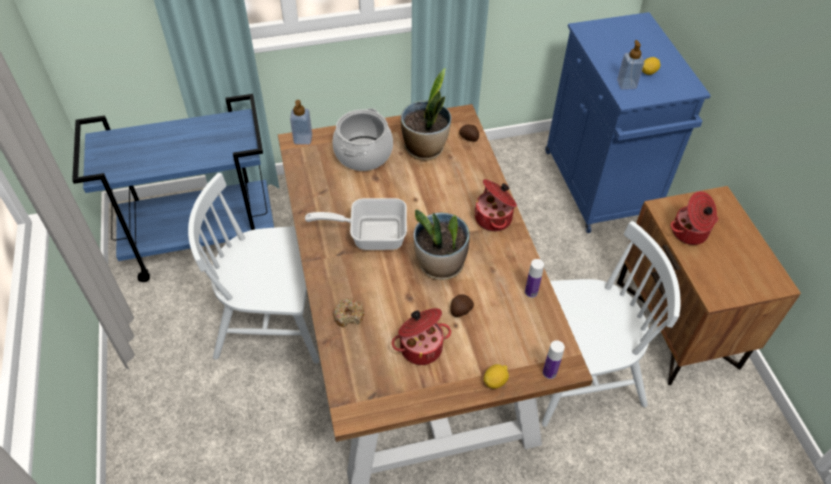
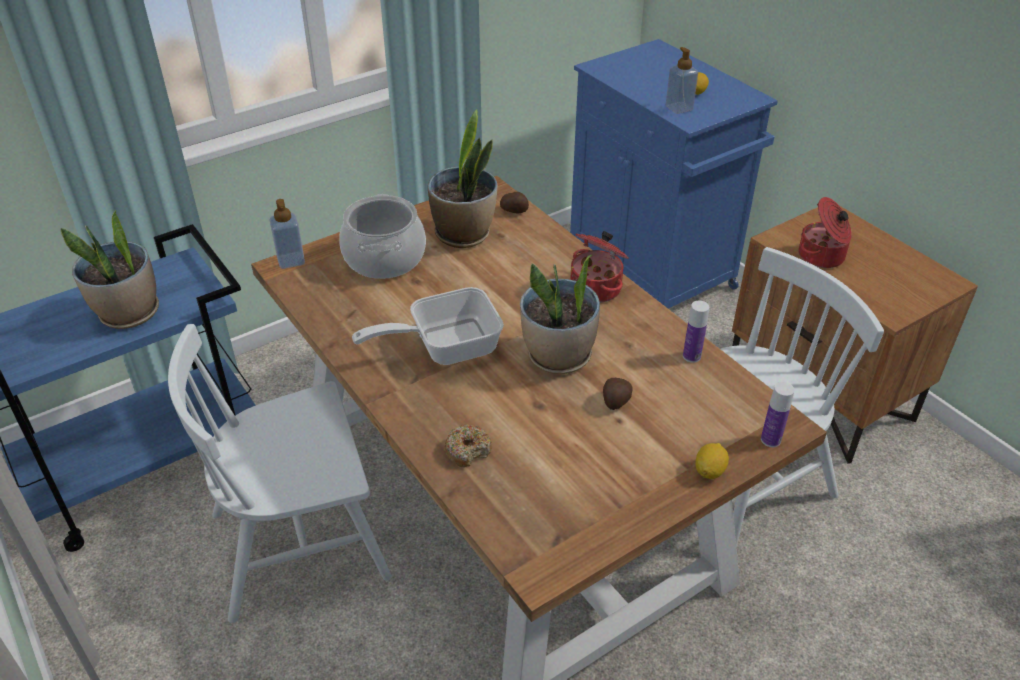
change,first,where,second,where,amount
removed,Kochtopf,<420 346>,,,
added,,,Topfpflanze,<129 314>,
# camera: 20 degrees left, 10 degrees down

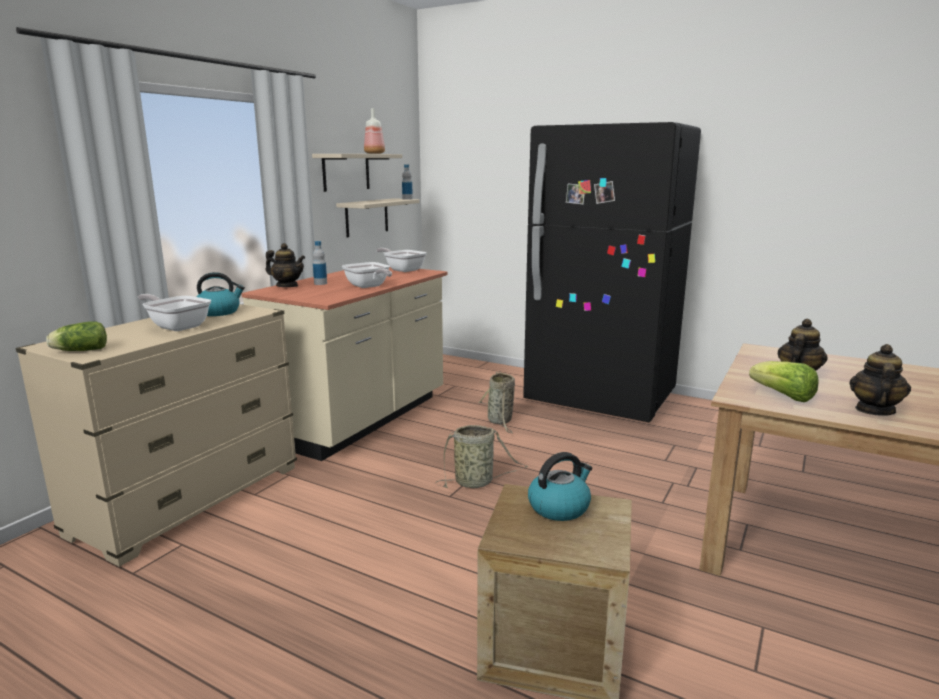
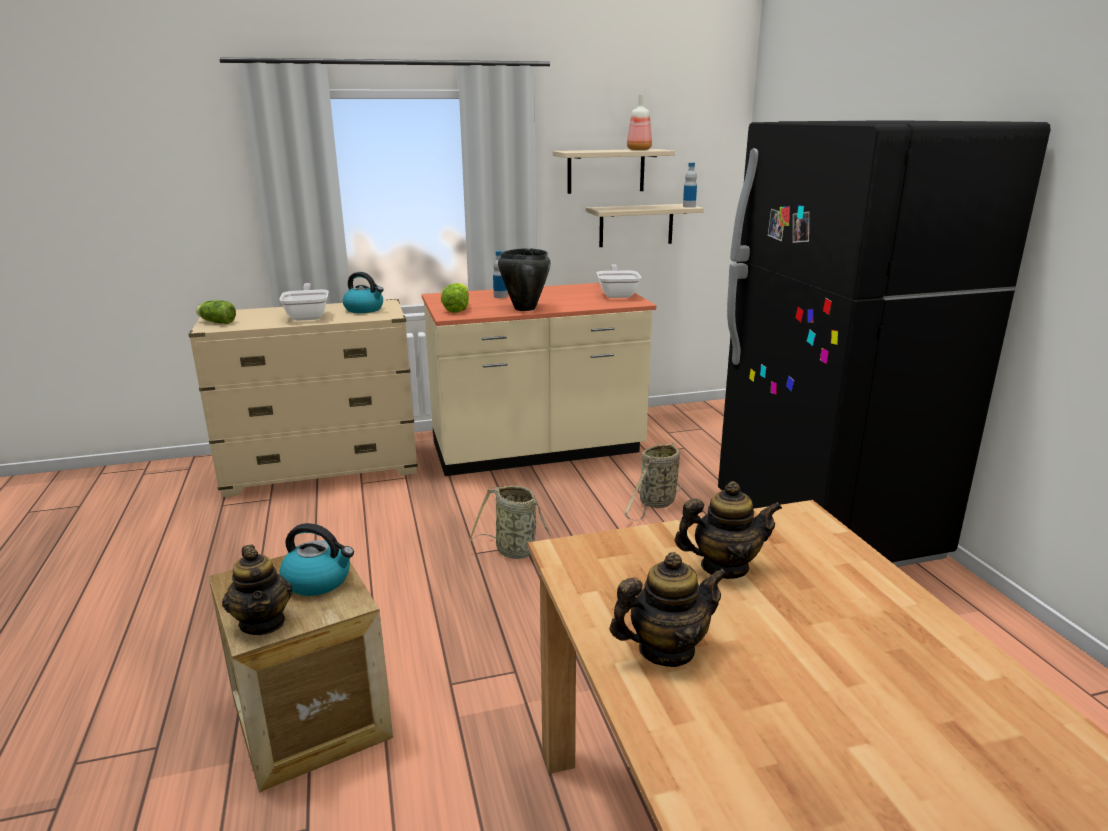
change,first,where,second,where,amount
moved,Teekanne,<287 286>,,<263 622>,
replaced,Pfanne,<368 287>,Kochtopf/schwarz,<524 308>,
moved,Salatkopf,<783 396>,,<457 309>,
# camera: 45 degrees right, 5 degrees up

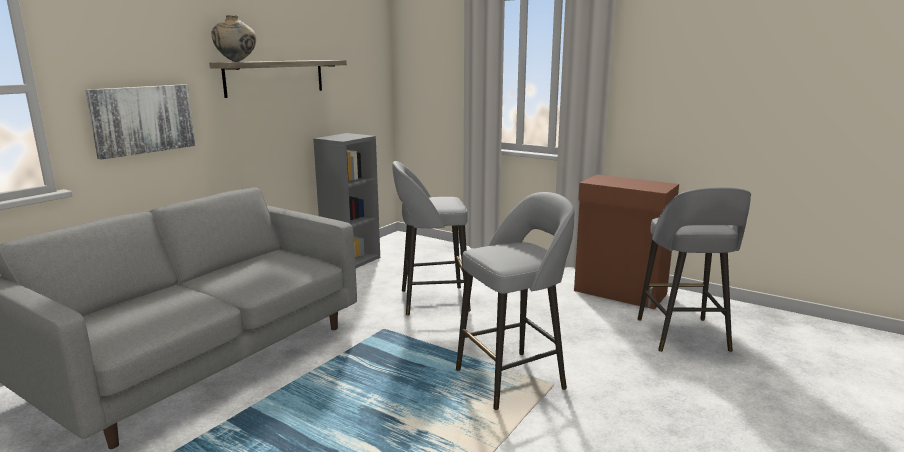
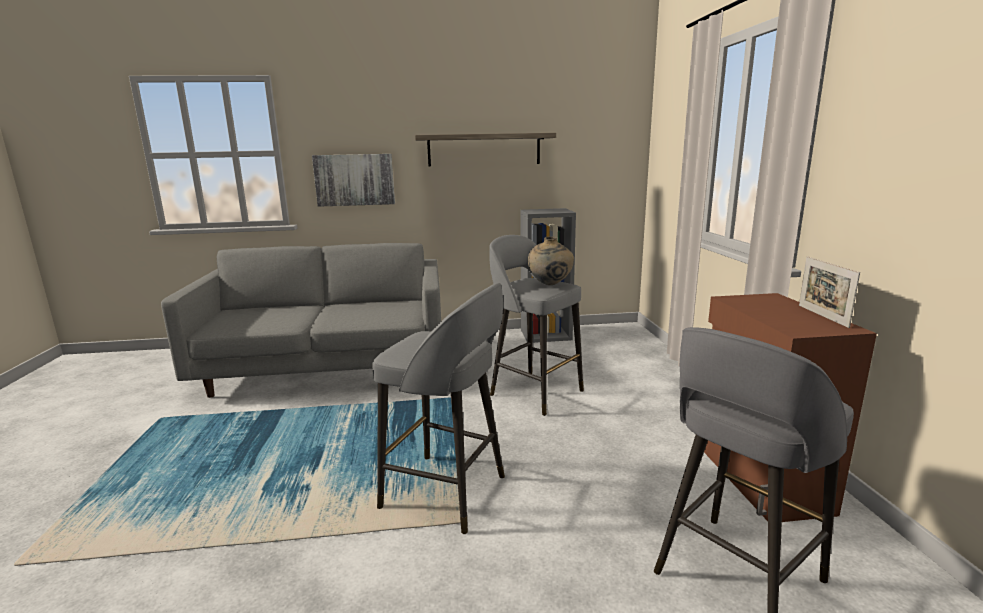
change,first,where,second,where,amount
moved,Vase/beige,<236 61>,,<550 285>,
added,,,Bilderrahmen,<822 316>,
# camera: 50 degrees right, 0 degrees up

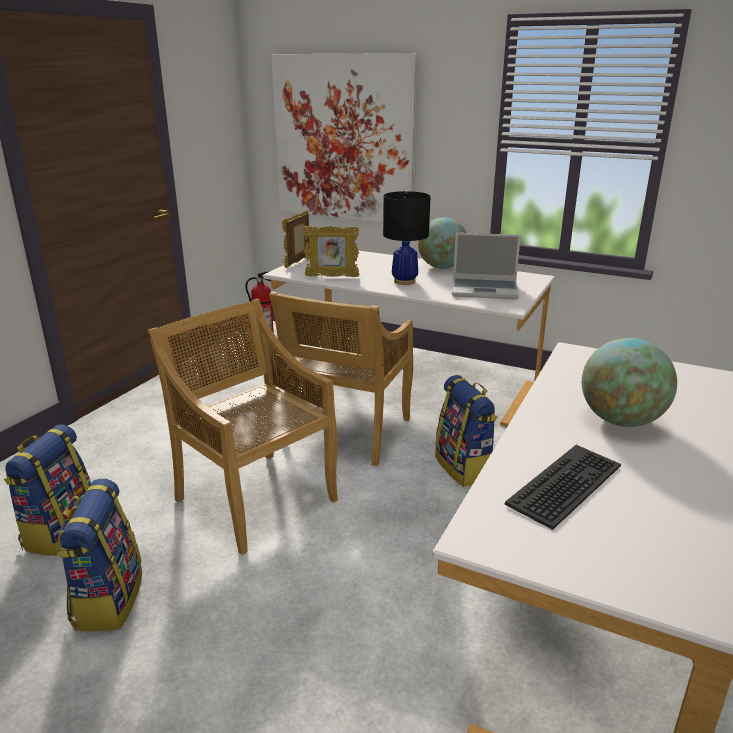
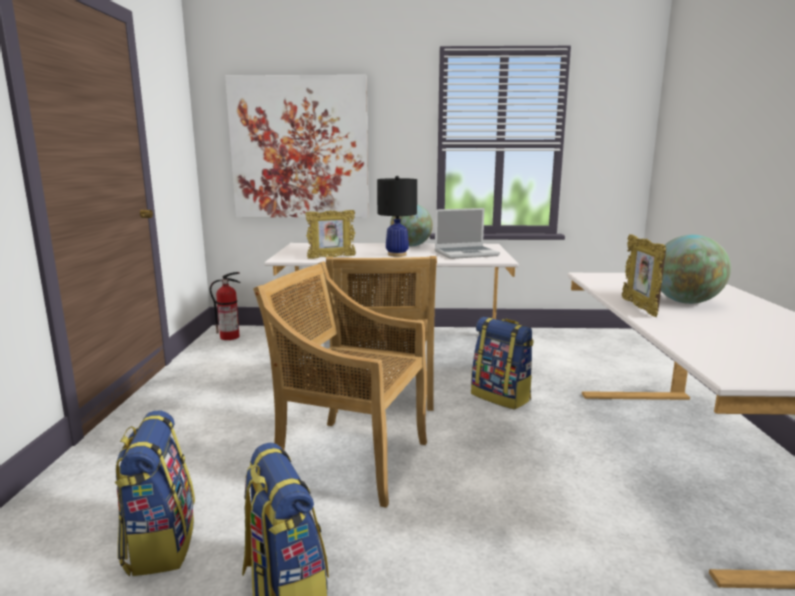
change,first,where,second,where,amount
moved,Bilderrahmen,<298 262>,,<639 308>,
removed,Tastatur,<566 486>,,,
# camera: 25 degrees left, 10 degrees down

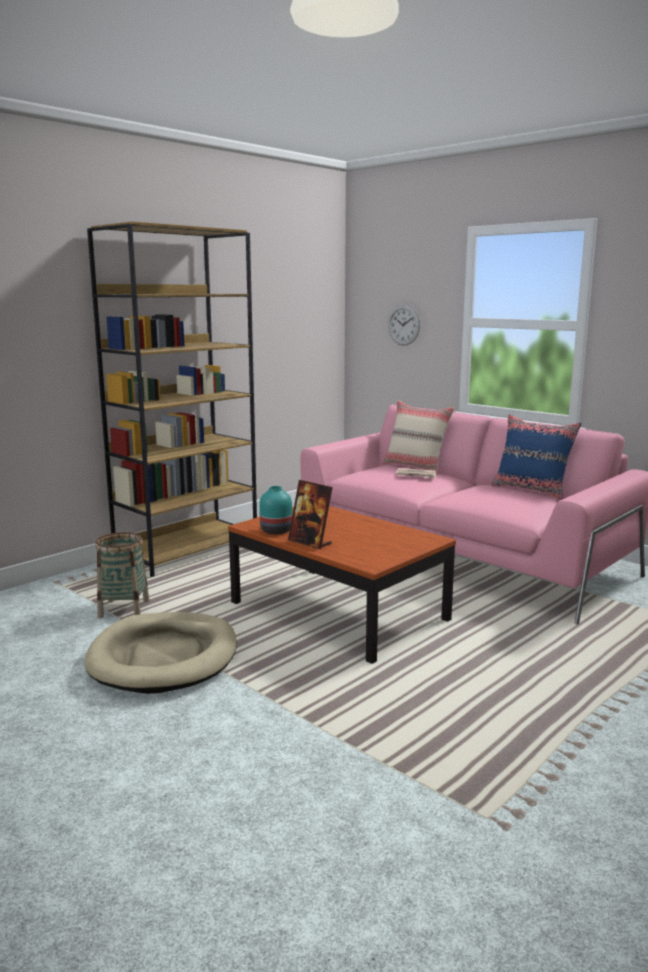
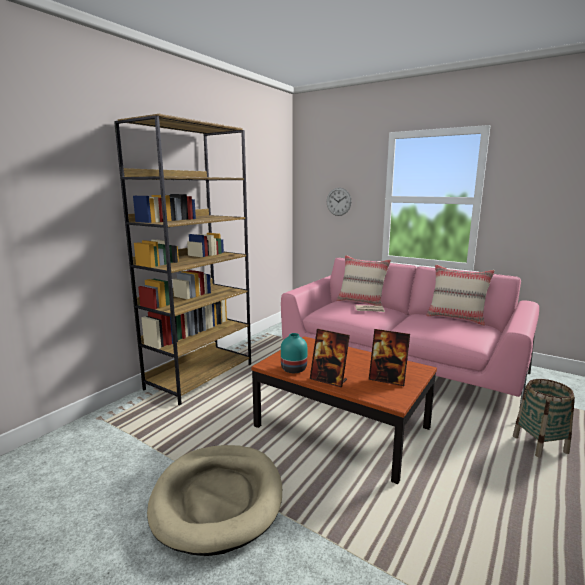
change,first,where,second,where,amount
moved,Korb,<124 609>,,<540 444>,
recoloured,Kissen/blau,<532 490>,Kissen/beige,<456 318>,
added,,,Bilderrahmen,<387 379>,
# camera: 10 degrees left, 0 degrees up

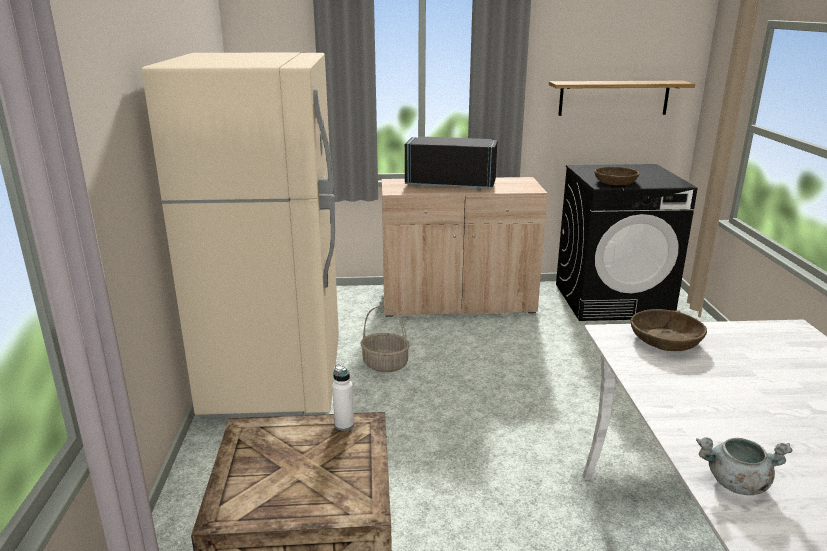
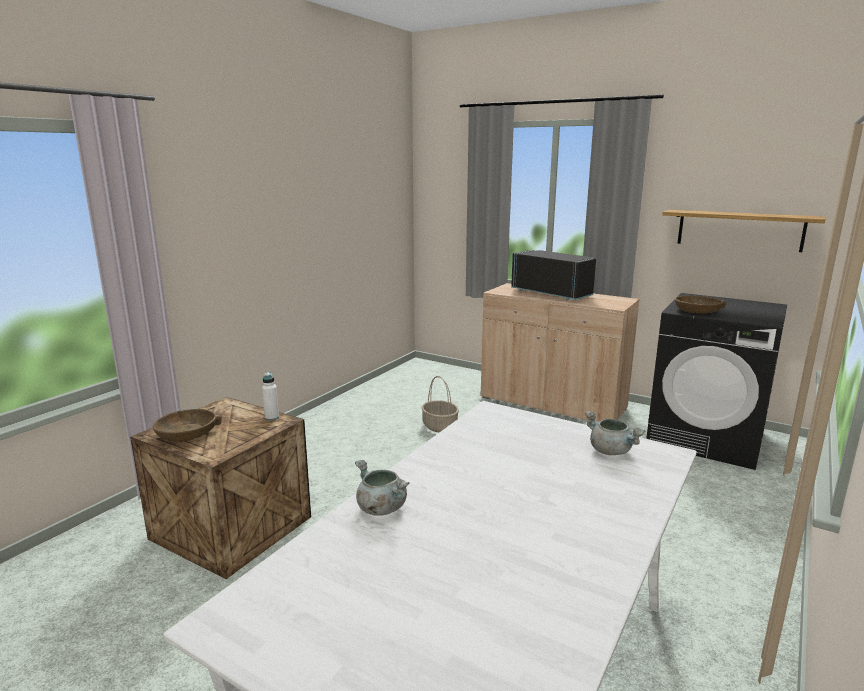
change,first,where,second,where,amount
removed,Kühlschrank/beige,<275 378>,,,
moved,Schüssel/braun,<665 340>,,<187 433>,
added,,,Kochtopf/grau,<611 451>,
# camera: 35 degrees right, 5 degrees down

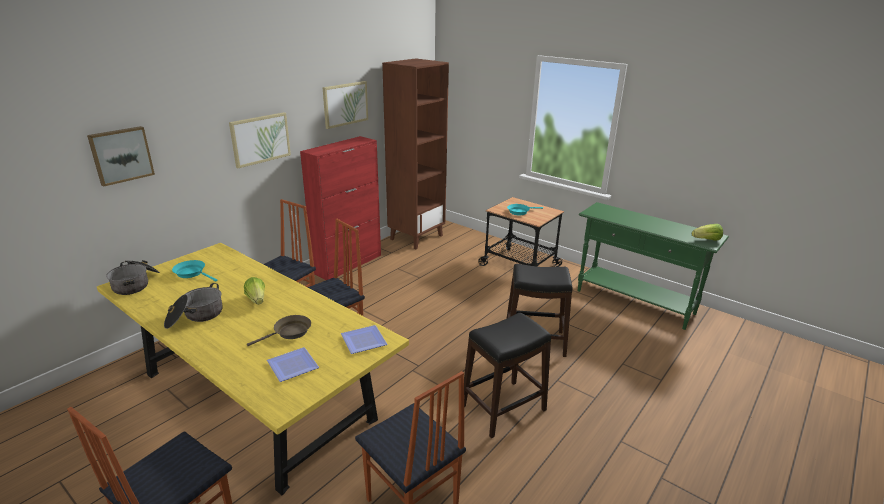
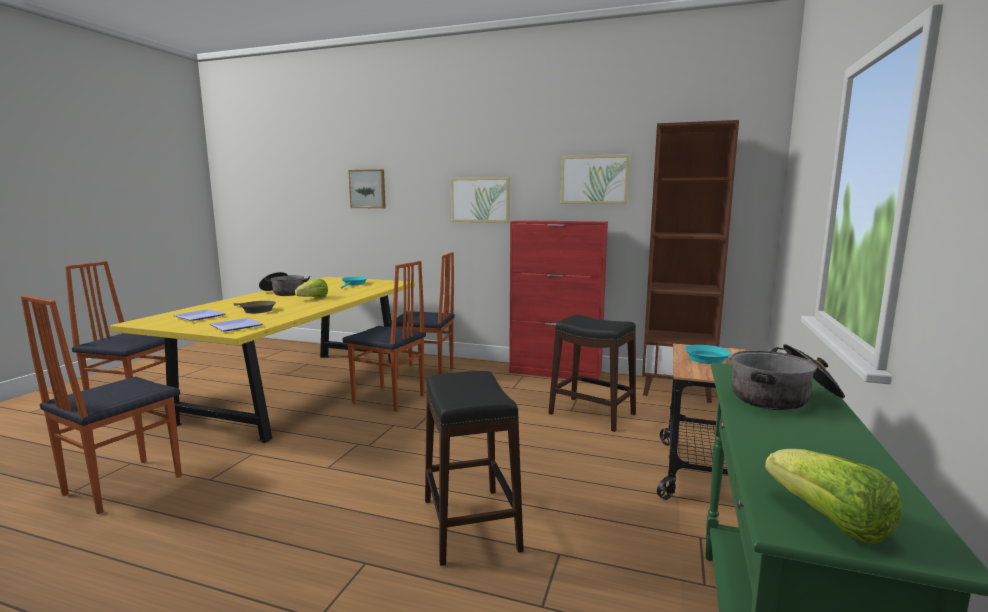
change,first,where,second,where,amount
moved,Kochtopf,<136 284>,,<783 398>,
moved,Hocker/schwarz,<502 408>,,<592 413>,
# camera: 70 degrees right, 15 degrees down

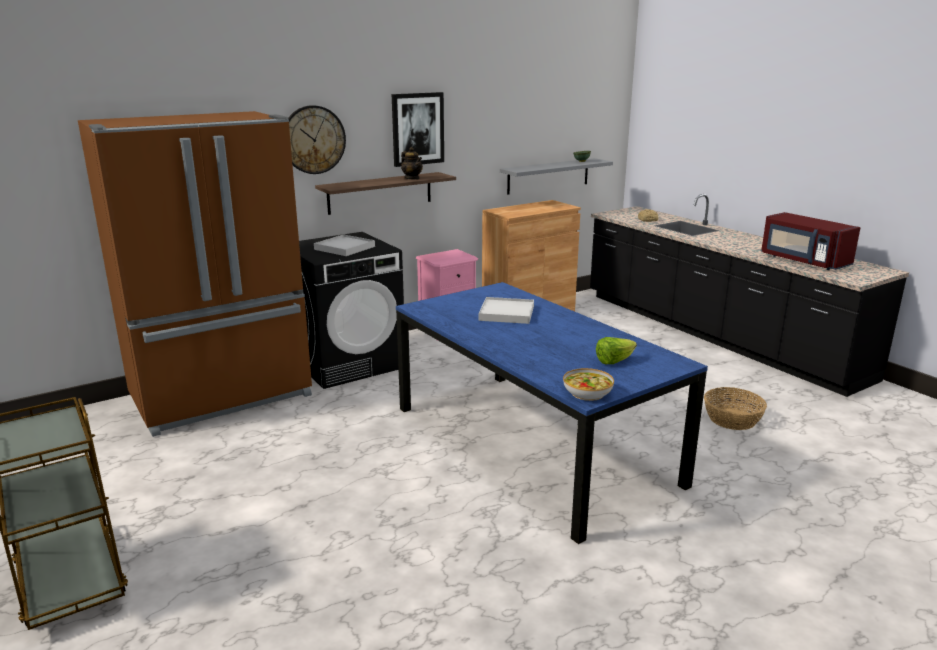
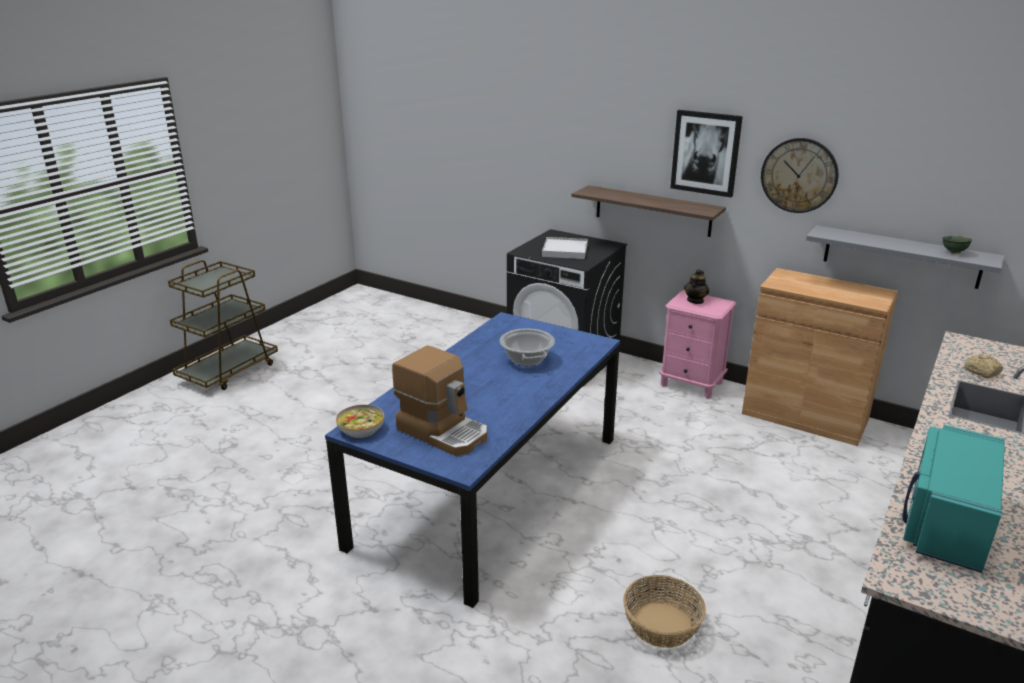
change,first,where,second,where,amount
removed,Kühlschrank/braun,<223 397>,,,
moved,Wanduhr,<313 140>,,<799 175>,
moved,Teekanne,<412 178>,,<695 300>,
replaced,Tablett/weiß,<507 313>,Kochtopf,<527 359>,
replaced,Salatkopf,<614 361>,Kaffeemaschine,<443 431>,
recoloured,Mikrowelle/rot,<803 261>,Mikrowelle/türkis,<945 523>,
# camera: 65 degrees right, 5 degrees up

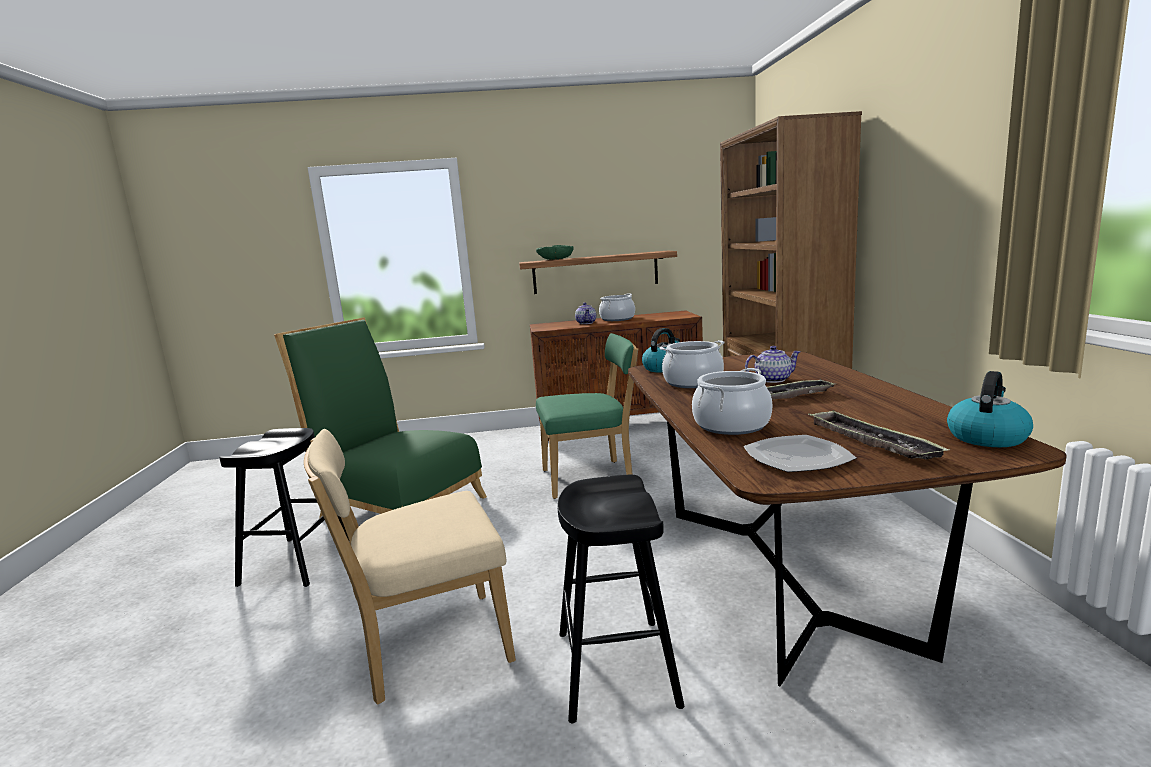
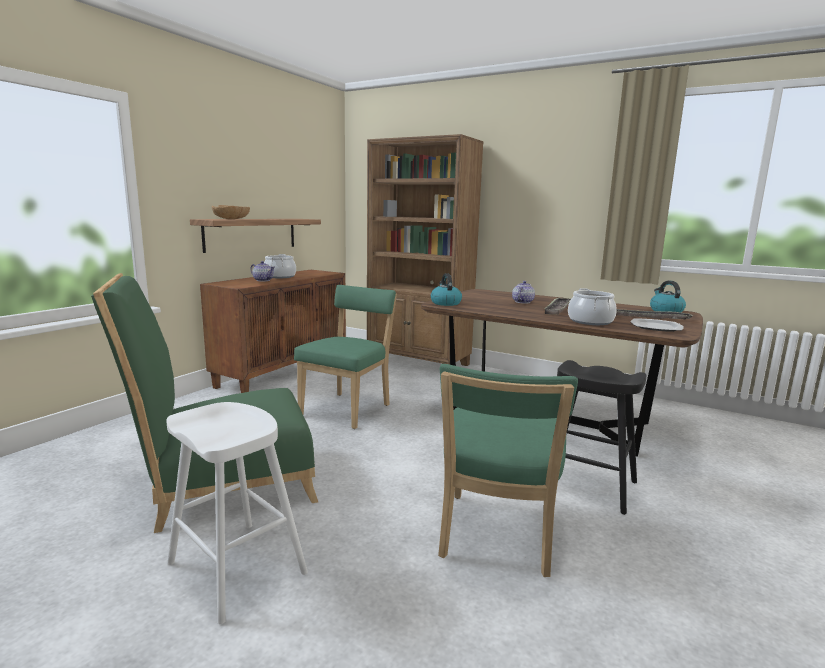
change,first,where,second,where,amount
recoloured,Hocker/schwarz,<297 561>,Hocker/weiß,<236 568>,
recoloured,Stuhl/beige,<427 647>,Stuhl/grün,<496 537>,
recoloured,Schüssel/grün,<556 259>,Schüssel/braun,<231 219>,
removed,Kochtopf,<692 382>,,,
# camera: 55 degrees left, 0 degrees up

